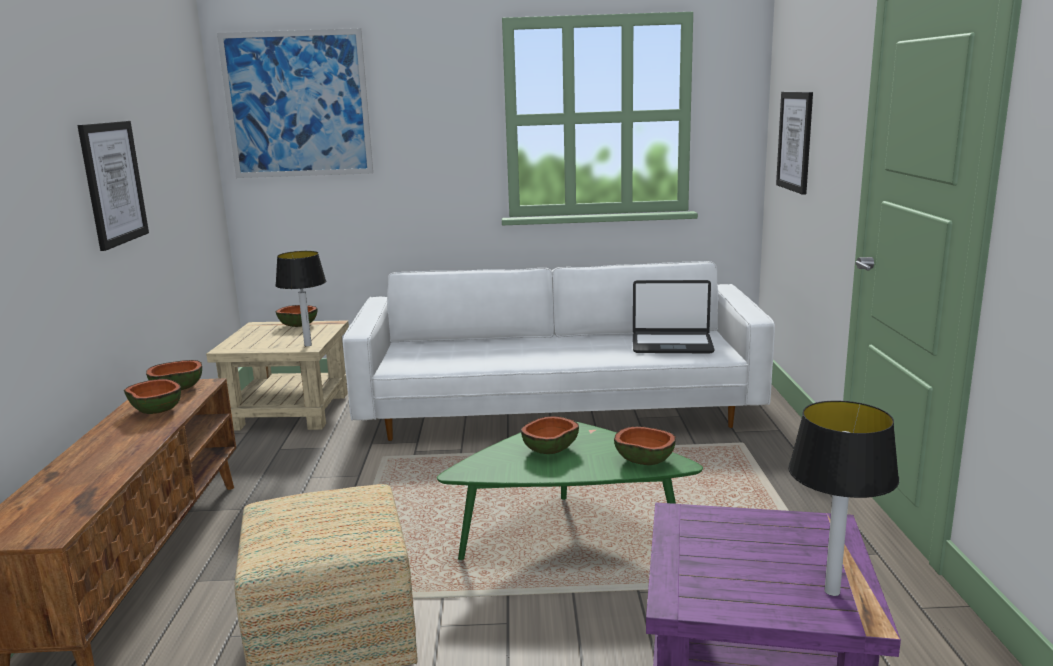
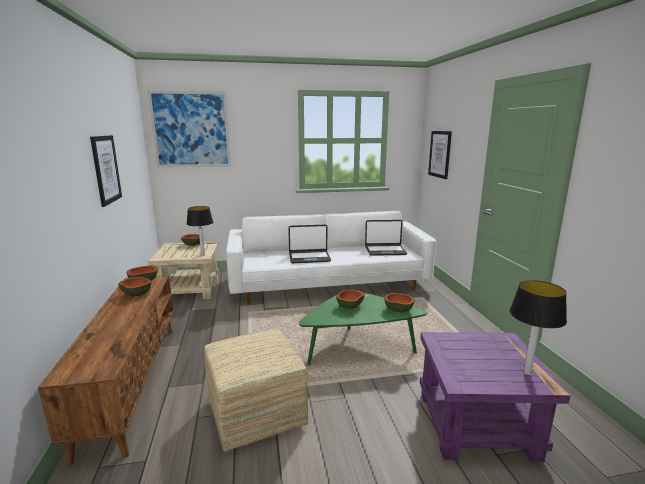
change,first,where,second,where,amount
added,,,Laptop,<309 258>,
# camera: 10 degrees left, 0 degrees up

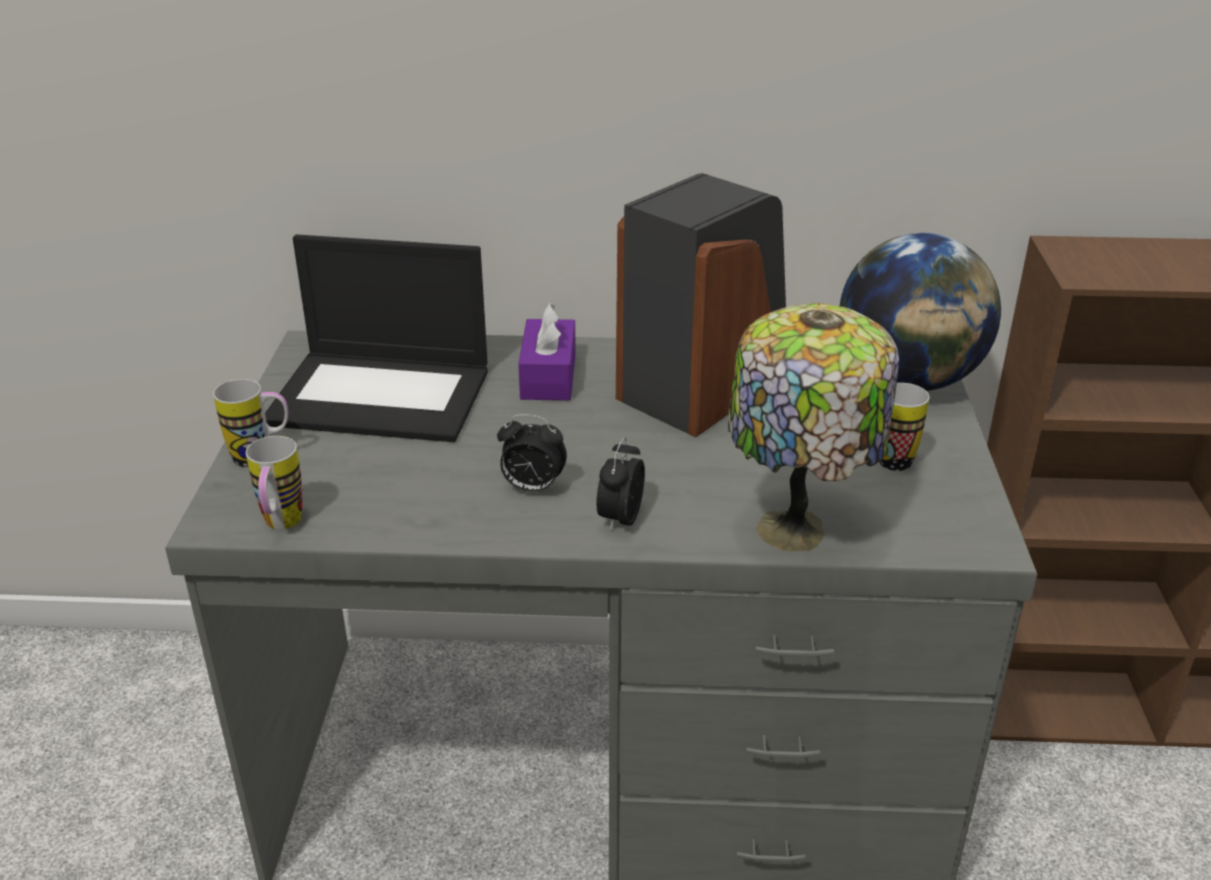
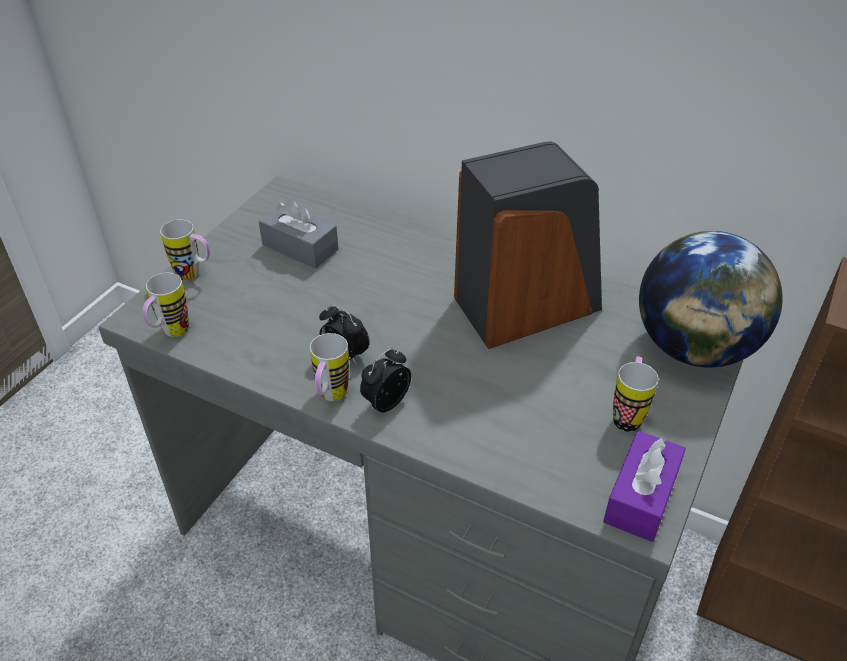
change,first,where,second,where,amount
replaced,Laptop,<383 396>,Taschentuchbox/grau,<300 247>,
moved,Taschentuchbox/lila,<548 376>,,<641 497>,
removed,Tischlampe,<796 533>,,,
added,,,Henkelbecher,<330 398>,
# camera: 25 degrees right, 10 degrees up

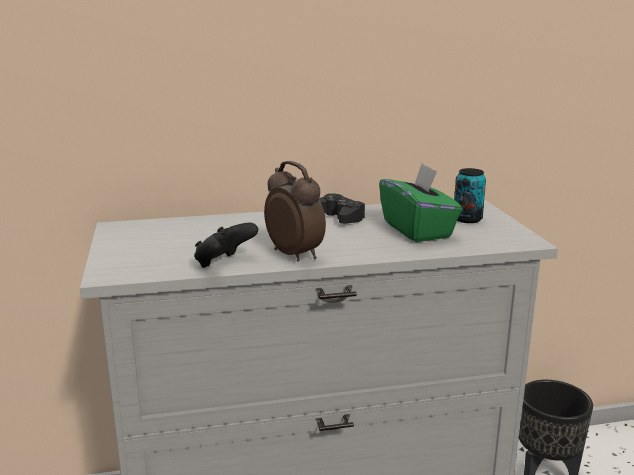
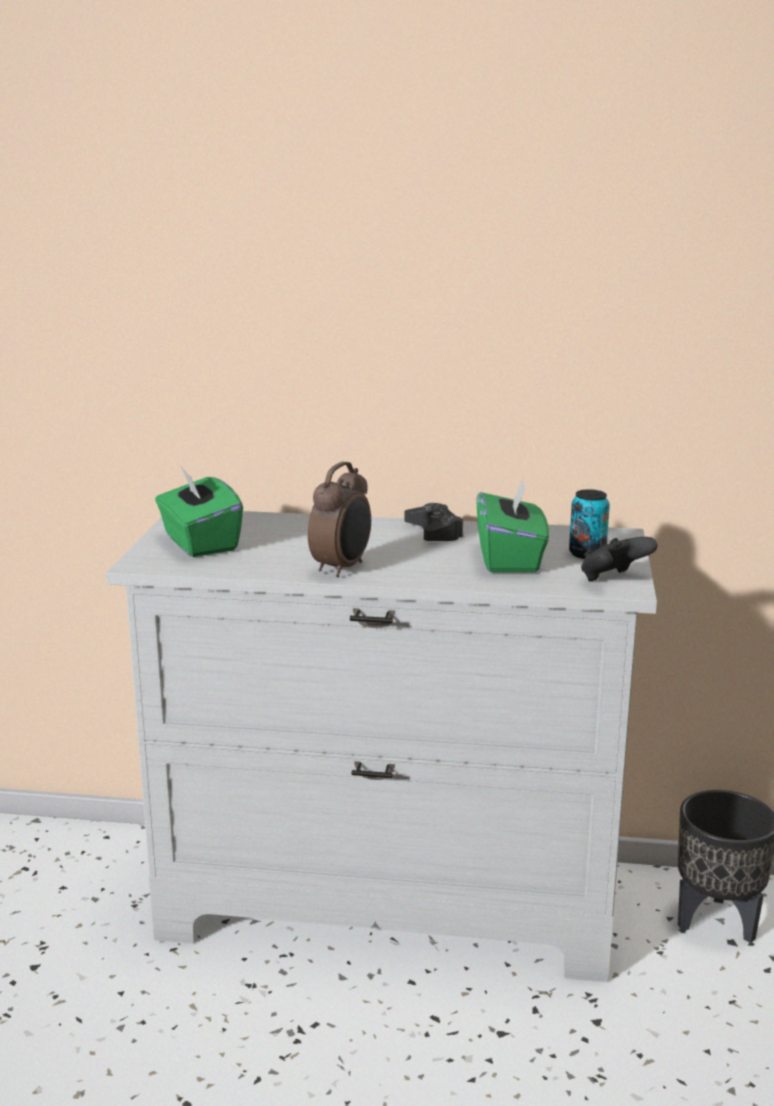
change,first,where,second,where,amount
moved,Gamepad/schwarz,<224 264>,,<613 580>,
turned,Wecker,<295 254>,,<342 568>,45 degrees clockwise
added,,,Taschentuchbox/grün,<199 543>,
# camera: 20 degrees right, 0 degrees up

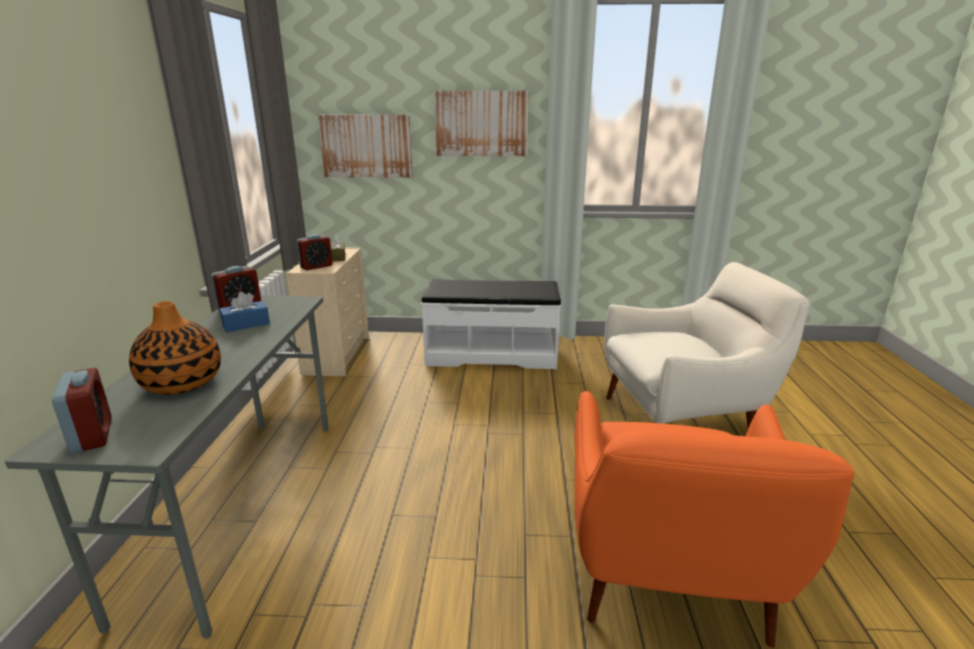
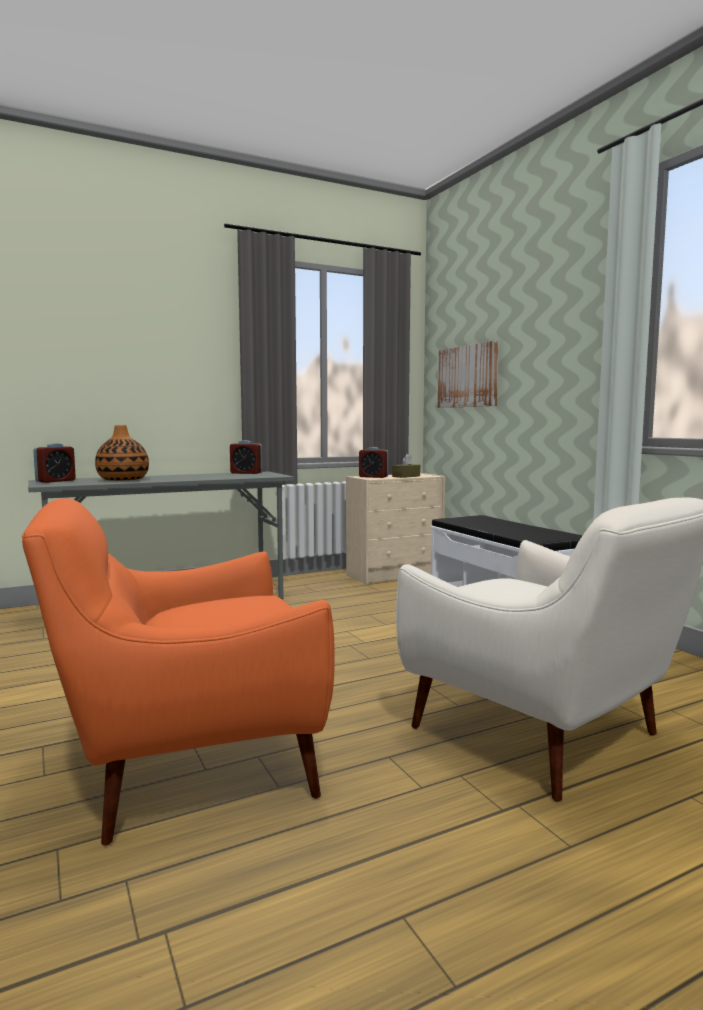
change,first,where,second,where,amount
removed,Taschentuchbox/blau,<246 324>,,,
removed,Bild,<481 123>,,,
# camera: 60 degrees right, 15 degrees down

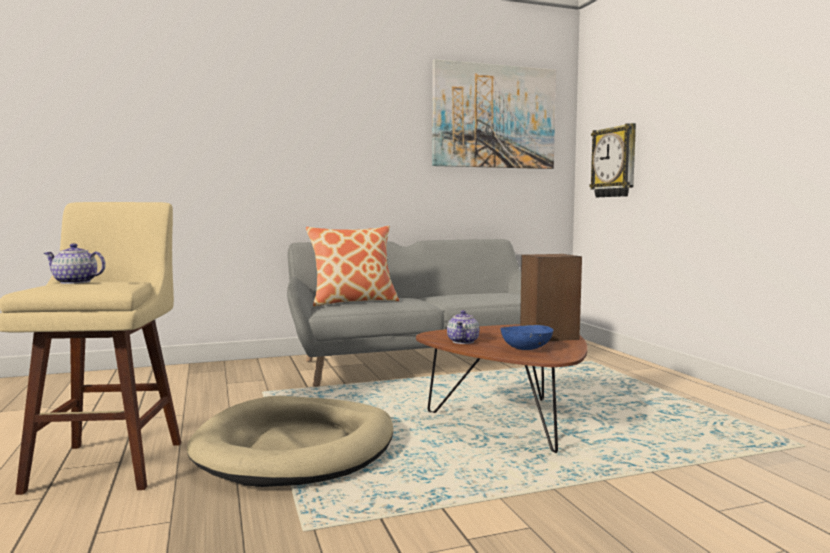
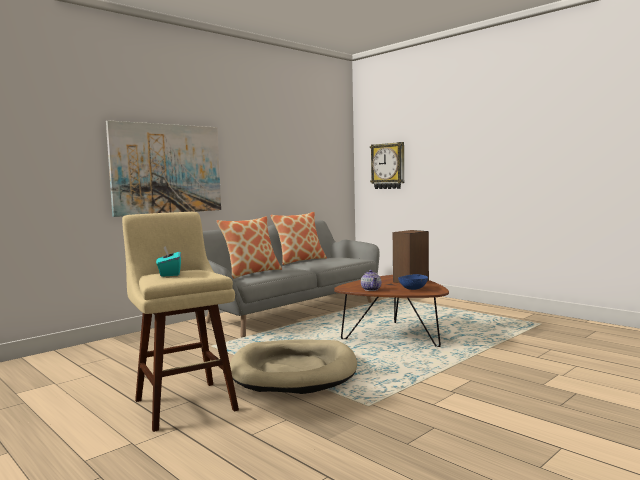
change,first,where,second,where,amount
replaced,Teekanne,<75 282>,Taschentuchbox/türkis,<169 274>,
moved,Bild,<494 117>,,<167 169>,
added,,,Kissen,<299 261>,
# camera: 25 degrees left, 0 degrees up

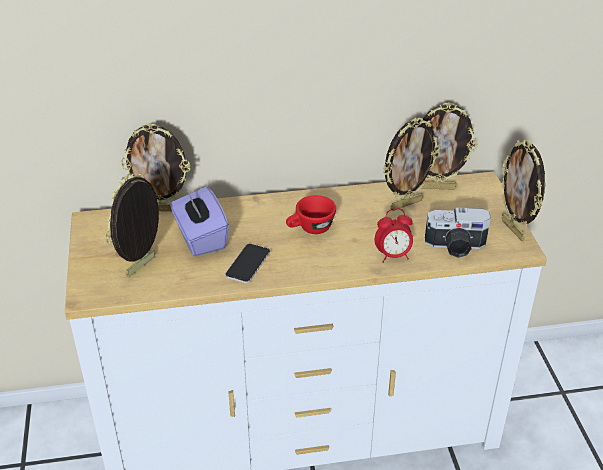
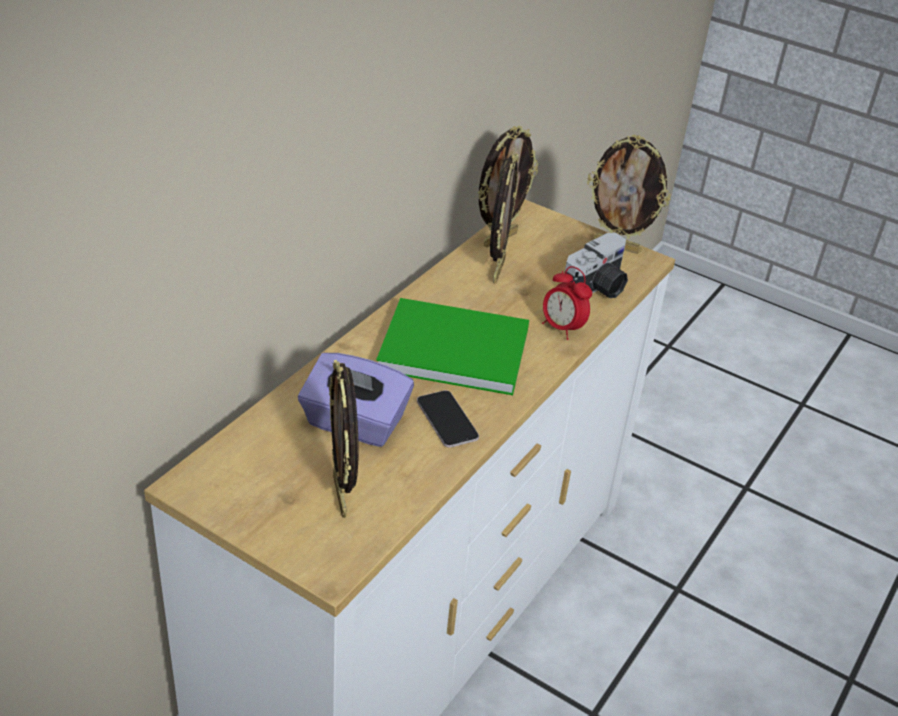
change,first,where,second,where,amount
removed,Bilderrahmen,<162 209>,,,
replaced,Tasse/rot,<310 229>,Buch/grün,<450 346>,
turned,Wecker,<393 256>,,<562 328>,105 degrees clockwise
# camera: 50 degrees left, 0 degrees up

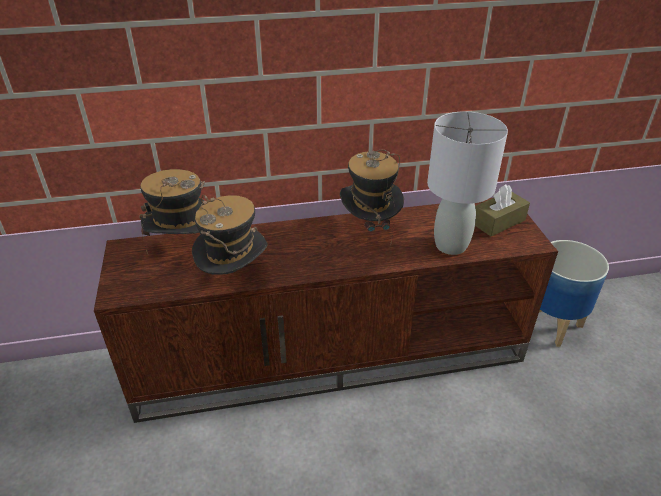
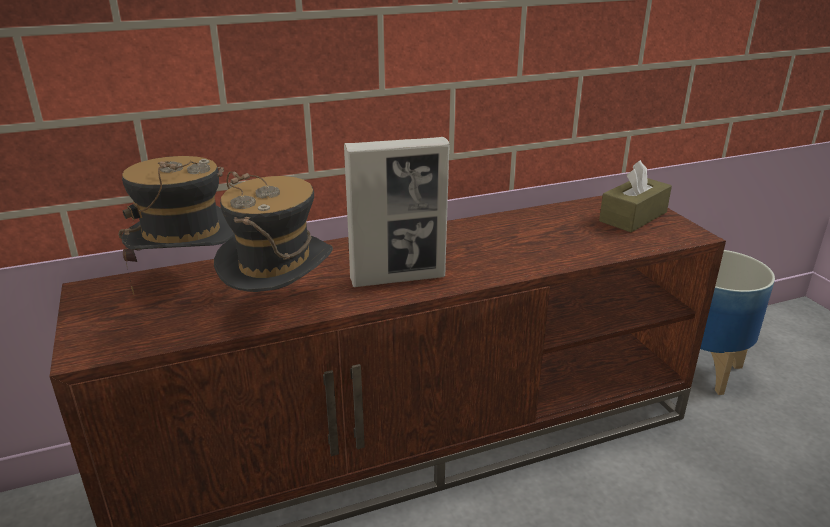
change,first,where,second,where,amount
removed,Hut,<370 228>,,,
removed,Tischlampe/grau,<450 245>,,,
added,,,Bilderrahmen,<398 278>,
# camera: 10 degrees left, 10 degrees down

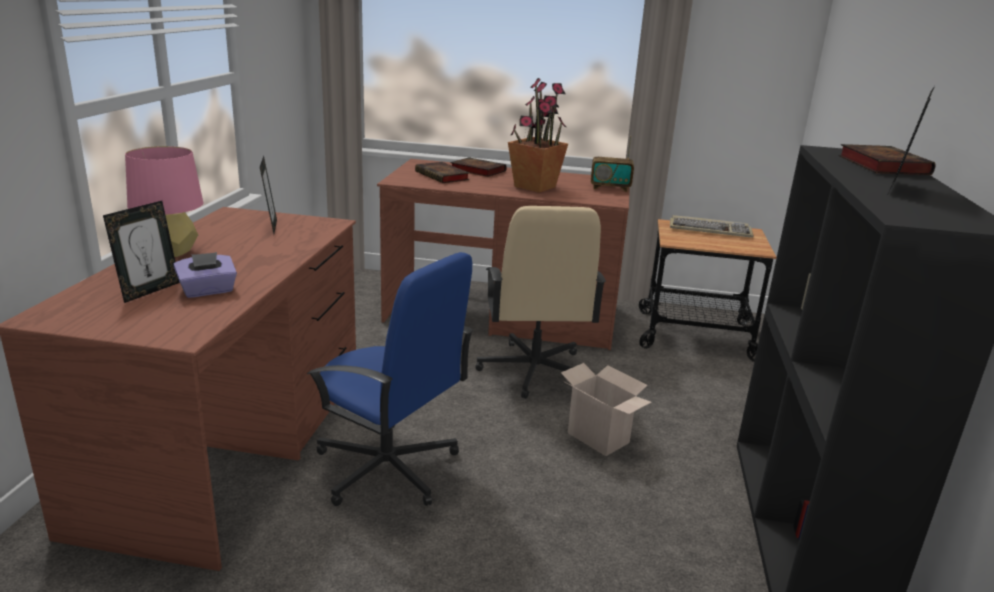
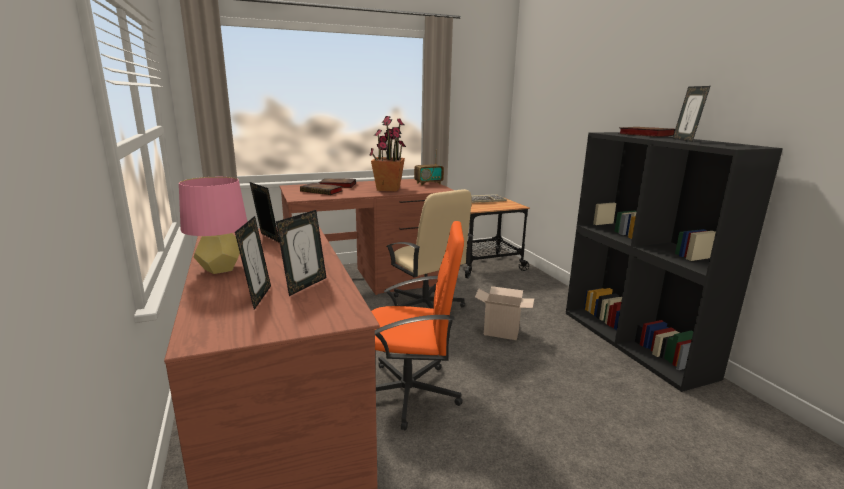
change,first,where,second,where,amount
replaced,Taschentuchbox/lila,<208 291>,Bilderrahmen,<305 285>,
recoloured,Bürostuhl/blau,<388 468>,Bürostuhl/orange,<409 393>,
# camera: 30 degrees left, 5 degrees down

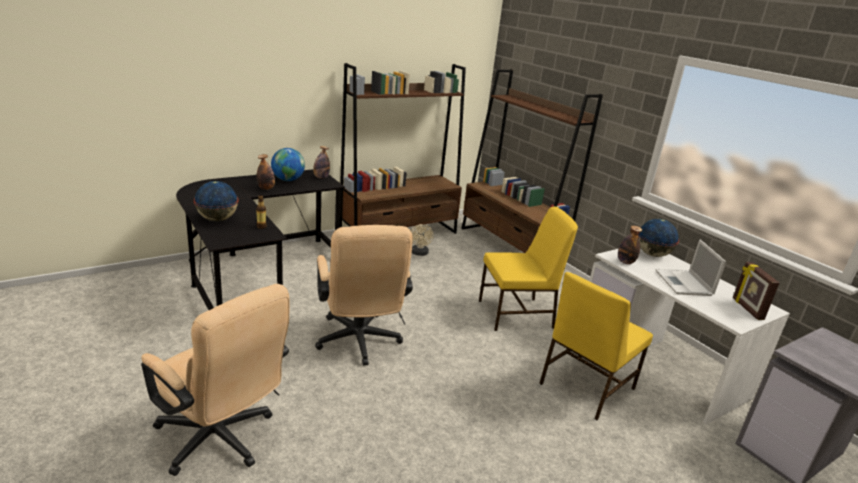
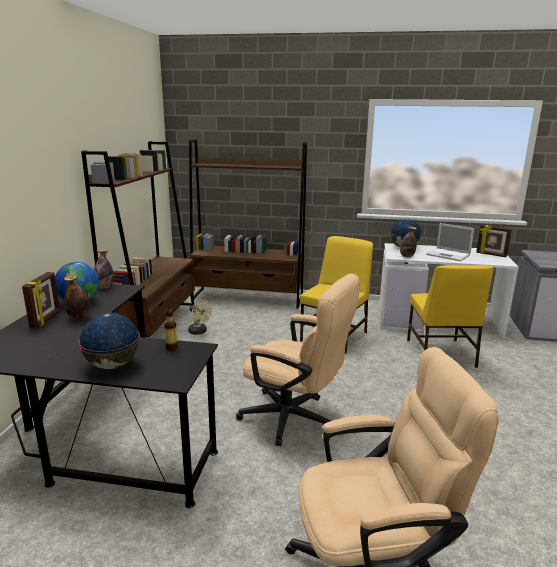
change,first,where,second,where,amount
added,,,Bilderrahmen,<46 319>,
# camera: 45 degrees left, 5 degrees down

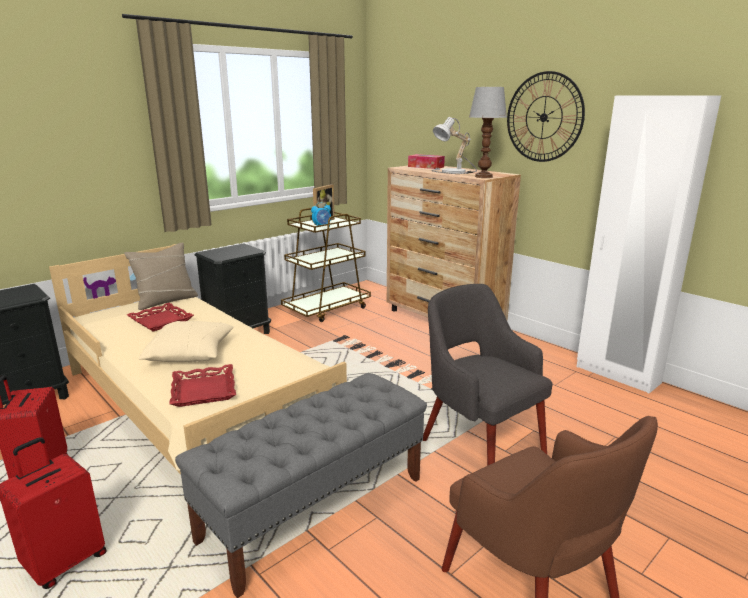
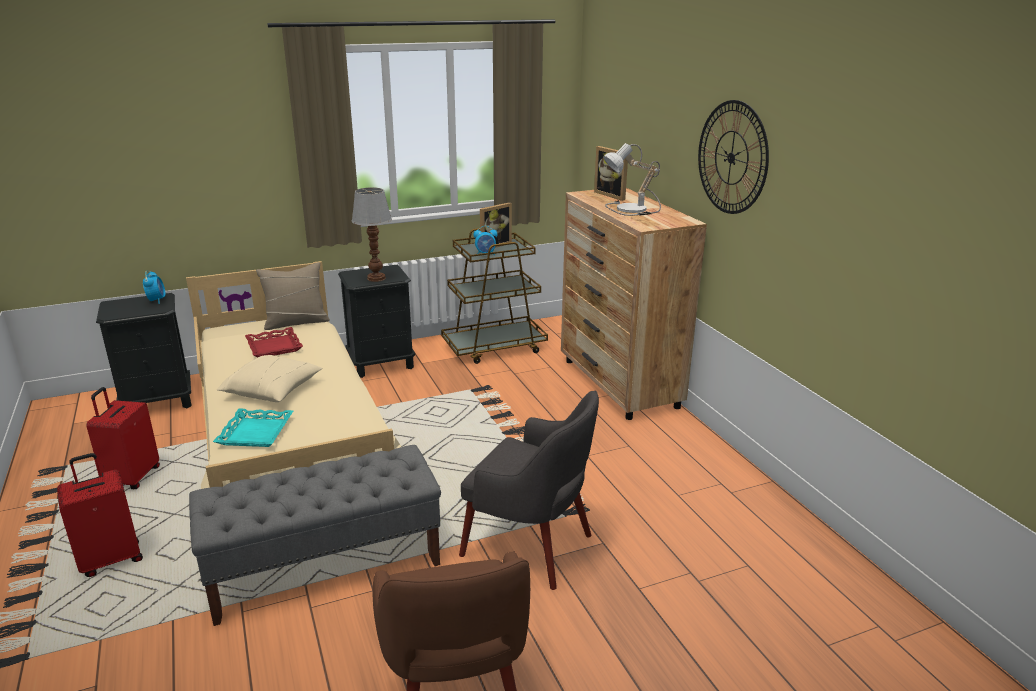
change,first,where,second,where,amount
recoloured,Tablett/rot,<203 390>,Tablett/türkis,<255 432>,
replaced,Taschentuchbox,<426 167>,Bilderrahmen,<613 195>,
turned,Sessel/grau,<480 446>,,<529 545>,135 degrees clockwise
moved,Tischlampe,<483 177>,,<375 278>,
removed,Kleiderschrank/weiß,<617 375>,,,
added,,,Wecker,<157 300>,
# camera: 20 degrees right, 5 degrees up

